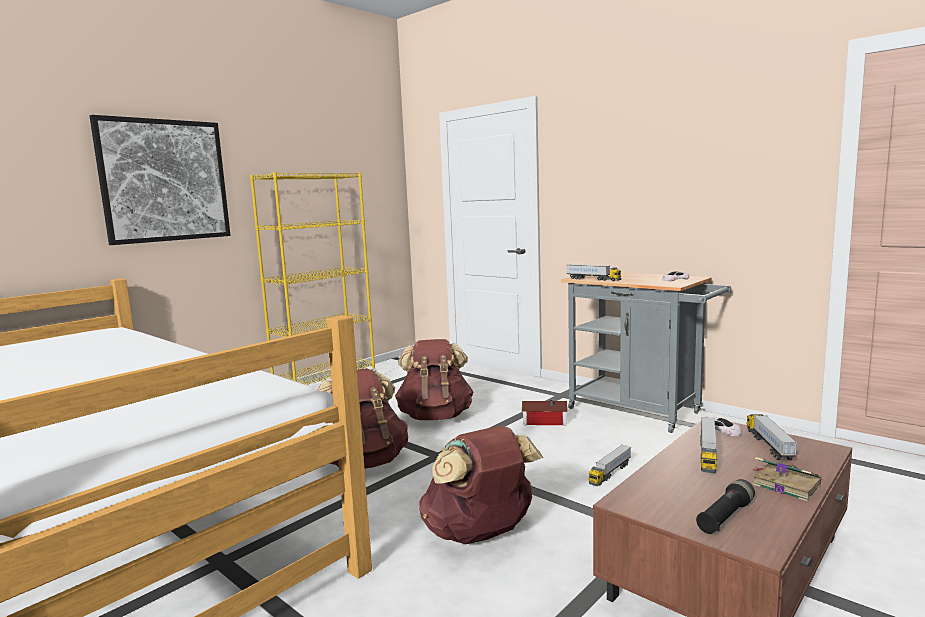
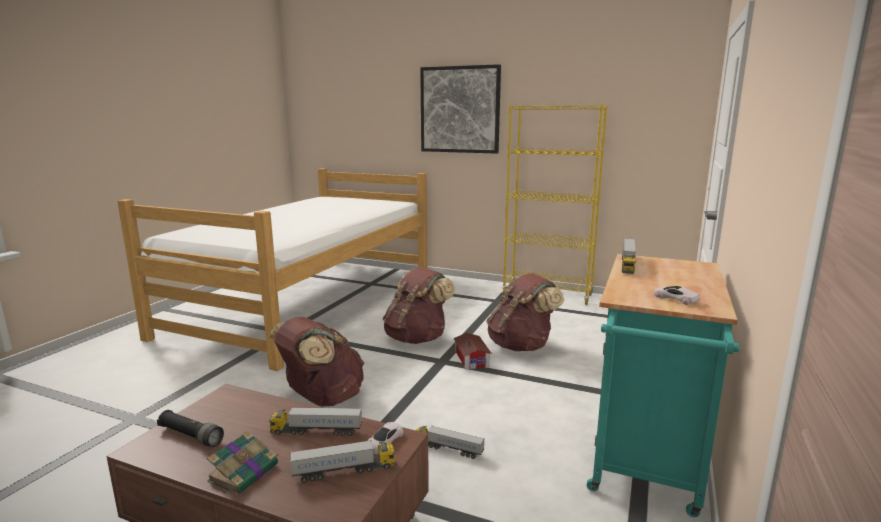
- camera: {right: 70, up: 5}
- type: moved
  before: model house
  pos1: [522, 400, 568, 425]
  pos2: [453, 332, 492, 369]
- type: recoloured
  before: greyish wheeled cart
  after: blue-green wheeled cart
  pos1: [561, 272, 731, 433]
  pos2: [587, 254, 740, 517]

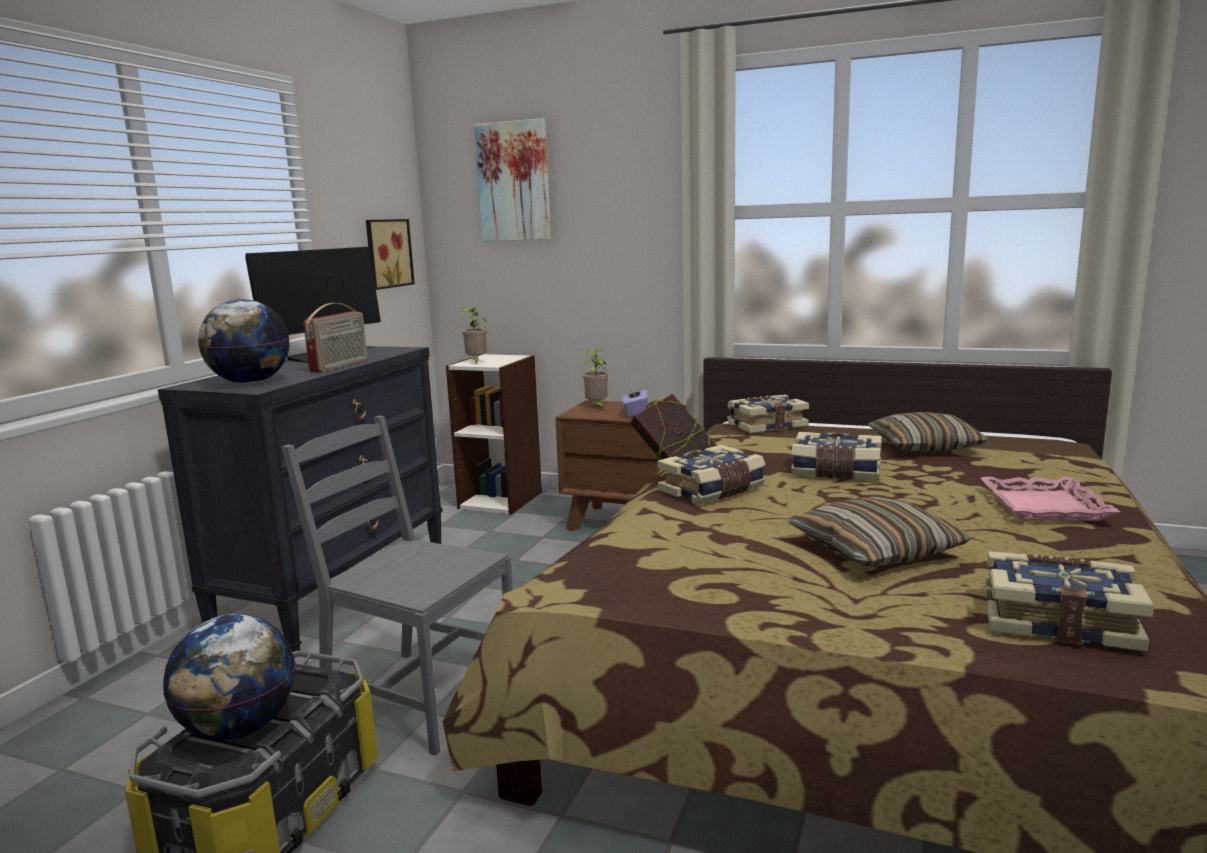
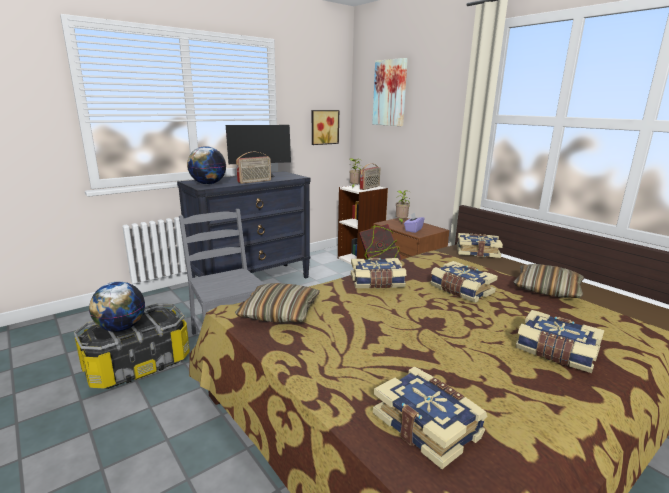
- camera: {right: 30, up: 5}
- type: moved
  before: throw pillow
  pos1: [788, 496, 971, 567]
  pos2: [235, 283, 320, 322]
- type: added
  after: radio receiver
  pos2: [360, 163, 380, 190]
- type: replaced
  before: pink carrying tray
  after: bound book
  pos1: [980, 477, 1120, 521]
  pos2: [516, 310, 604, 373]

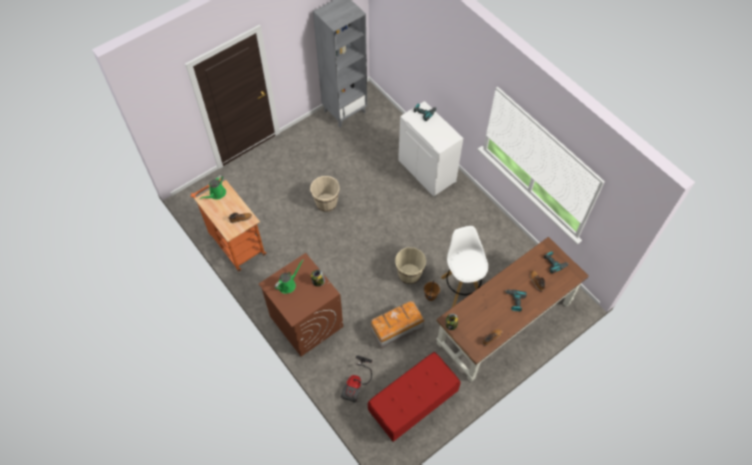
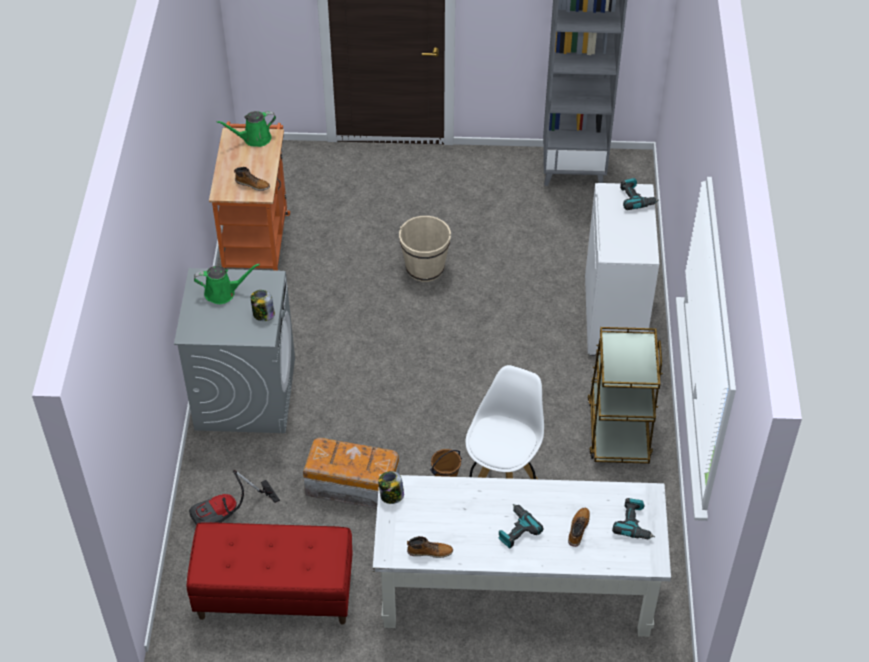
- camera: {right: 40, up: -10}
- type: recoloured
  before: brownish laundry machine
  after: greyish laundry machine
  pos1: [259, 253, 343, 356]
  pos2: [174, 268, 295, 433]
- type: recoloured
  before: brownish desk table
  after: whitish desk table
  pos1: [436, 237, 589, 382]
  pos2: [373, 474, 671, 637]
- type: added
  after: brownish wheeled cart
  pos2: [588, 327, 663, 464]
- type: removed
  before: sand-coloured pail
  pos1: [395, 247, 426, 284]

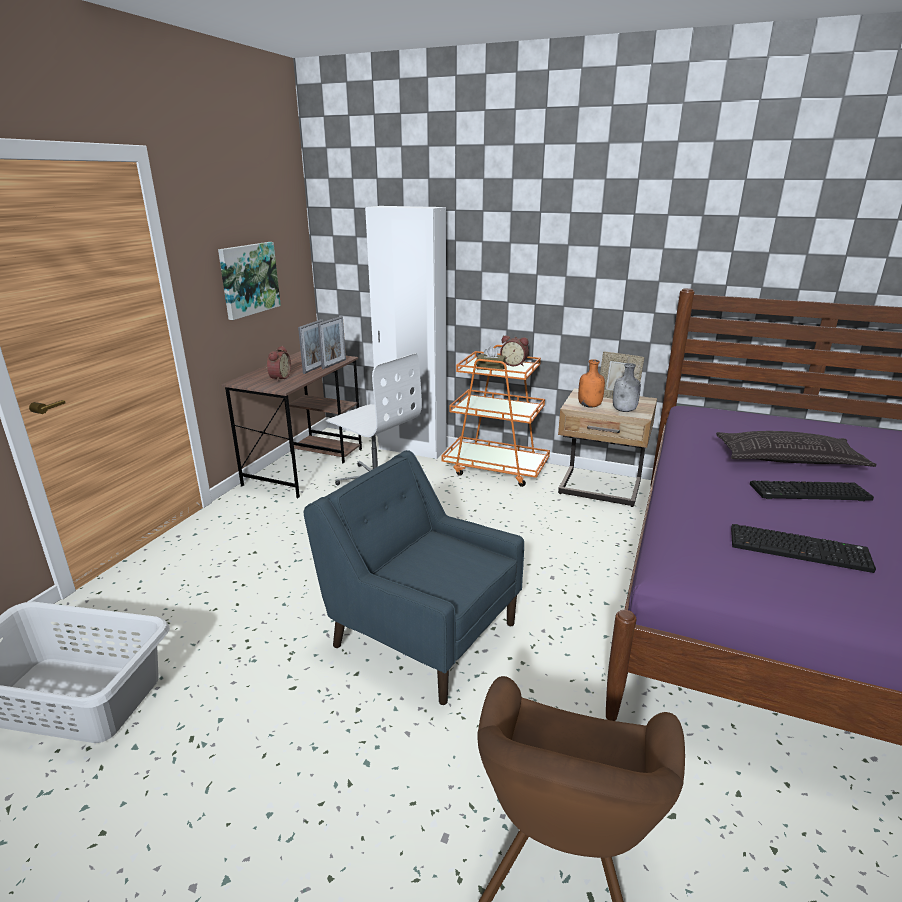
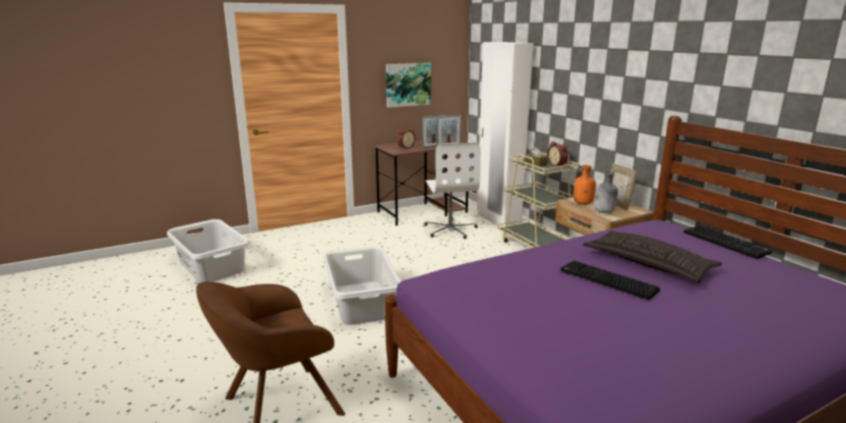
- camera: {right: 40, up: -5}
- type: replaced
  before: bluish armchair
  after: greyish washing basket
  pos1: [303, 450, 524, 705]
  pos2: [324, 246, 401, 325]
- type: recoloured
  before: orange wheeled cart
  after: sand-coloured wheeled cart
  pos1: [441, 345, 550, 487]
  pos2: [498, 152, 579, 248]
- type: moved
  before: keyboard
  pos1: [731, 524, 876, 573]
  pos2: [684, 225, 772, 259]

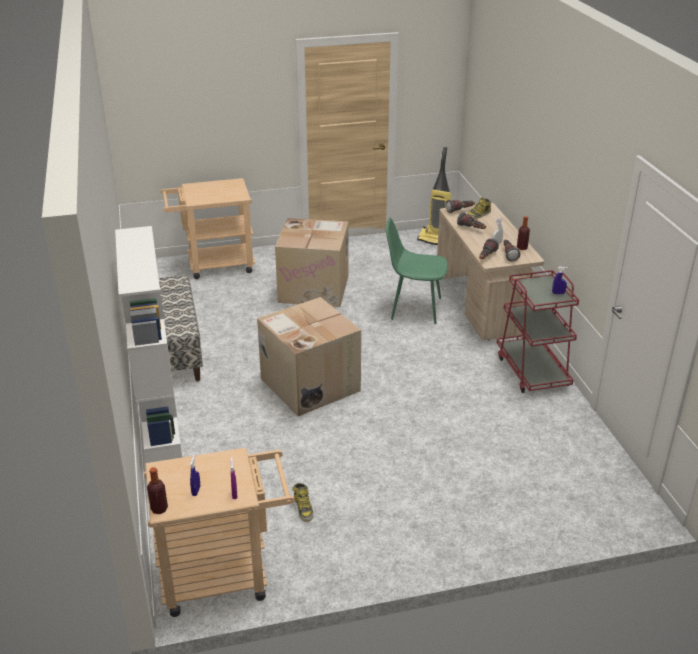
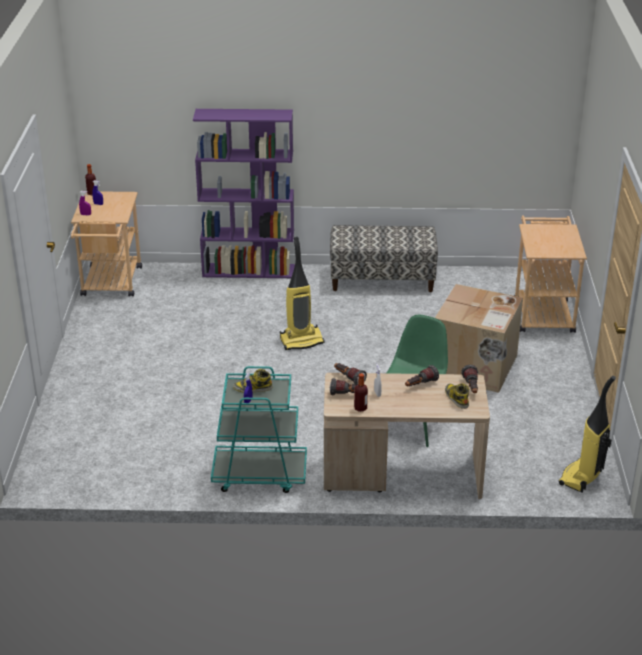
- camera: {right: 105, up: 0}
- type: recoloured
  before: whitish bookshelf
  after: purplish bookshelf
  pos1: [115, 226, 182, 463]
  pos2: [193, 109, 295, 278]
- type: recoloured
  before: red-coloured wheeled cart
  after: blue-green wheeled cart
  pos1: [497, 270, 579, 393]
  pos2: [211, 366, 307, 493]
- type: moved
  before: boot
  pos1: [293, 483, 313, 522]
  pos2: [233, 369, 273, 392]
- type: replaced
  before: packing box
  after: vacuum cleaner
  pos1: [257, 297, 361, 416]
  pos2: [280, 237, 325, 350]

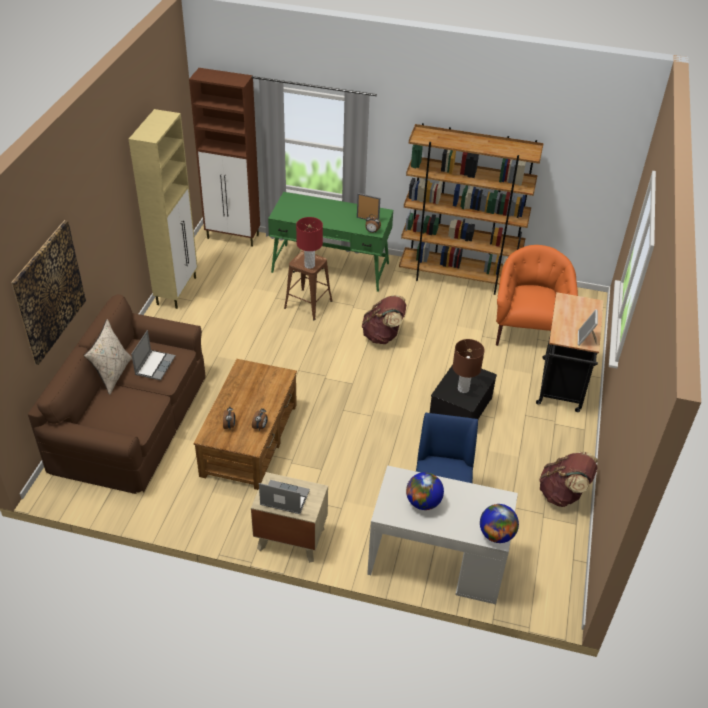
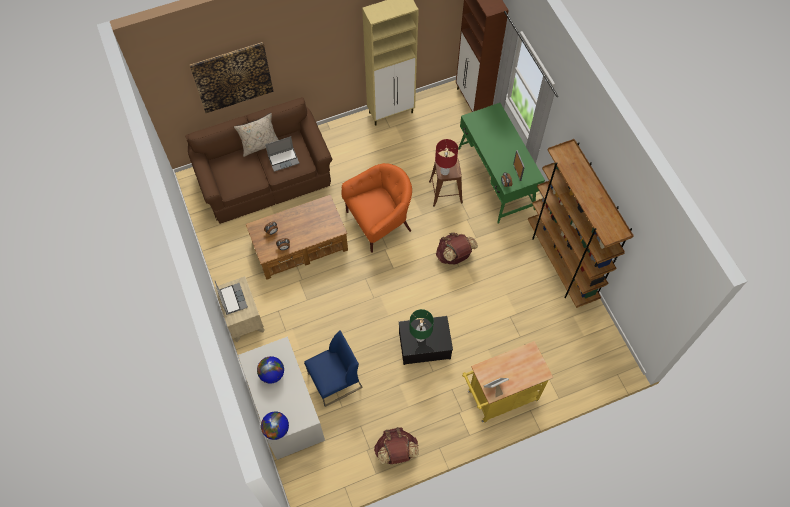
- camera: {right: 55, up: 20}
- type: moved
  before: orange armchair
  pos1: [496, 245, 578, 346]
  pos2: [342, 163, 412, 253]
- type: recoloured
  before: brownish tabletop lamp
  after: green-coloured tabletop lamp
  pos1: [452, 339, 485, 393]
  pos2: [409, 309, 434, 342]
- type: recoloured
  before: black-coloured wheeled cart
  after: yellow-coloured wheeled cart
  pos1: [536, 292, 603, 412]
  pos2: [462, 341, 553, 423]

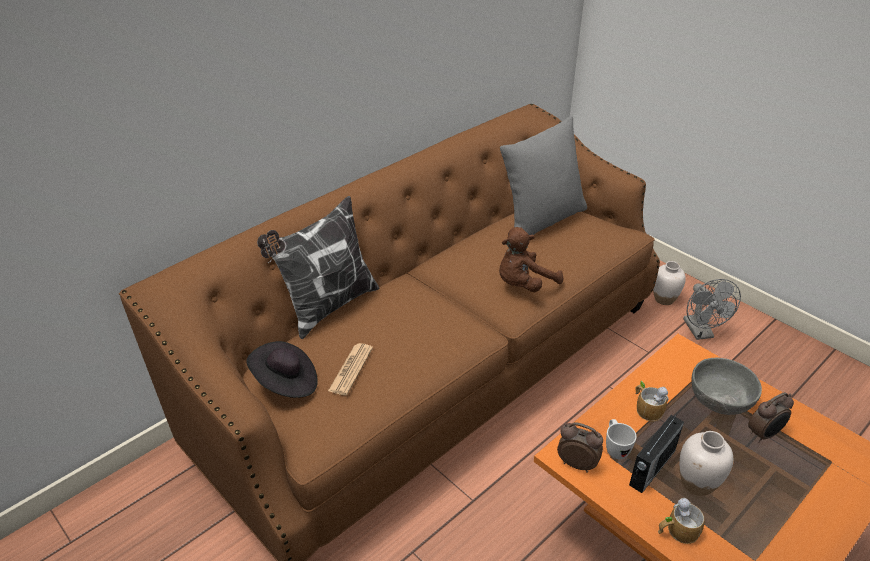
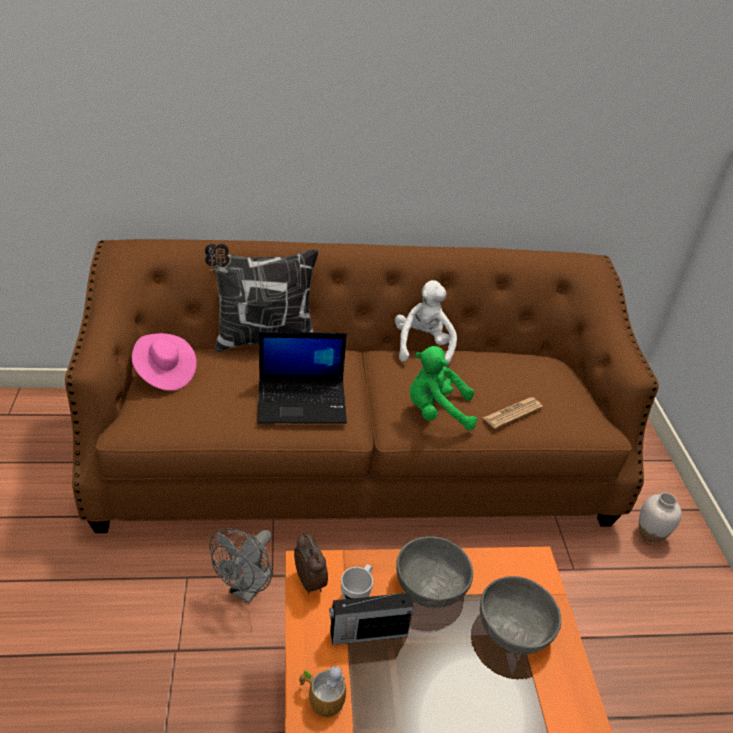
- camera: {right: 35, up: 0}
- type: recoloured
  before: black-coloured clothing hat
  after: pink clothing hat
  pos1: [246, 341, 318, 398]
  pos2: [132, 333, 197, 391]
- type: moved
  before: greyish fan
  pos1: [683, 279, 741, 340]
  pos2: [209, 528, 273, 604]
- type: added
  after: notebook computer
  pos2: [257, 332, 347, 424]
- type: added
  after: whitish cuddly toy
  pos2: [395, 280, 457, 367]
- type: replaced
  before: coffee mug
  after: greyish serving bowl
  pos1: [635, 381, 669, 421]
  pos2: [396, 536, 473, 608]
- type: recoloured
  before: brownish cuddly toy
  after: green-coloured cuddly toy
  pos1: [499, 227, 563, 292]
  pos2: [410, 346, 477, 430]
- type: moved
  before: newspaper
  pos1: [328, 343, 373, 395]
  pos2: [483, 397, 543, 429]
- type: removed
  before: greyish throw pillow
  pos1: [500, 116, 587, 235]
- type: removed
  before: whitish flower vase
  pos1: [679, 431, 733, 496]
- type: removed
  before: table clock
  pos1: [748, 392, 794, 443]

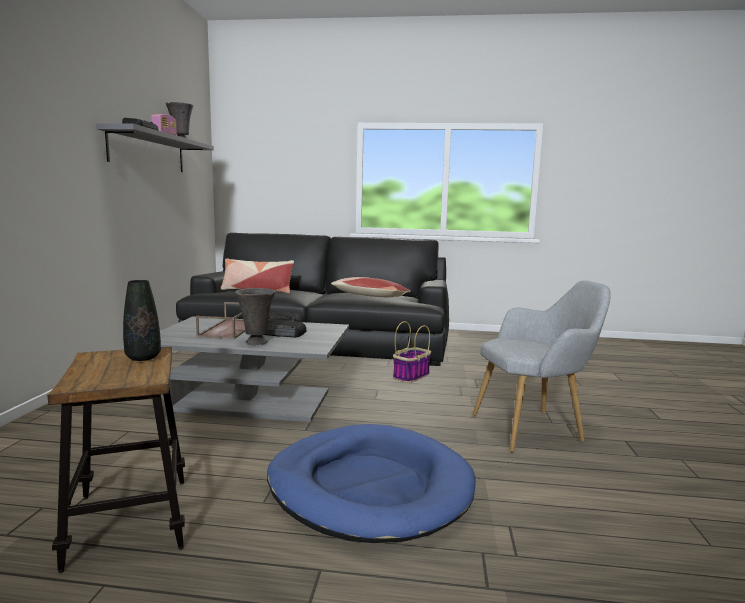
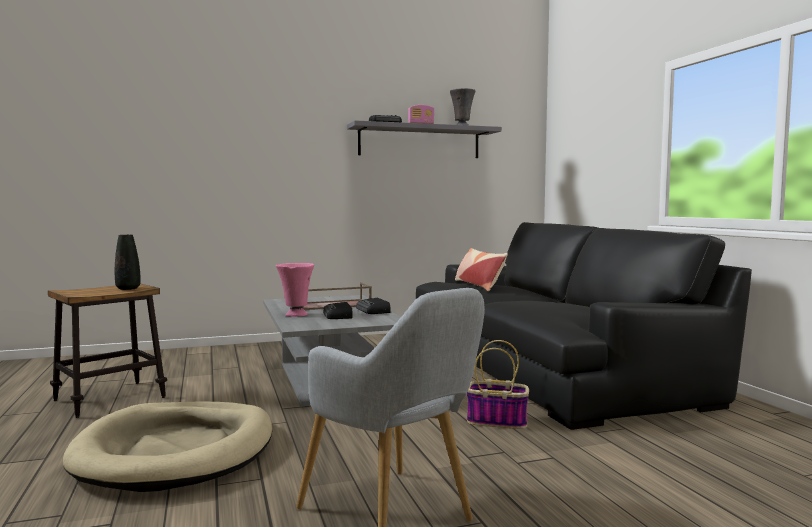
- camera: {right: 65, up: -5}
- type: recoloured
  before: bluish dog cushion
  after: sand-coloured dog cushion
  pos1: [267, 424, 476, 543]
  pos2: [63, 402, 272, 492]
- type: recoloured
  before: greyish flower vase
  after: pink flower vase
  pos1: [235, 288, 275, 345]
  pos2: [276, 263, 314, 317]
- type: removed
  before: throw pillow
  pos1: [331, 277, 411, 297]

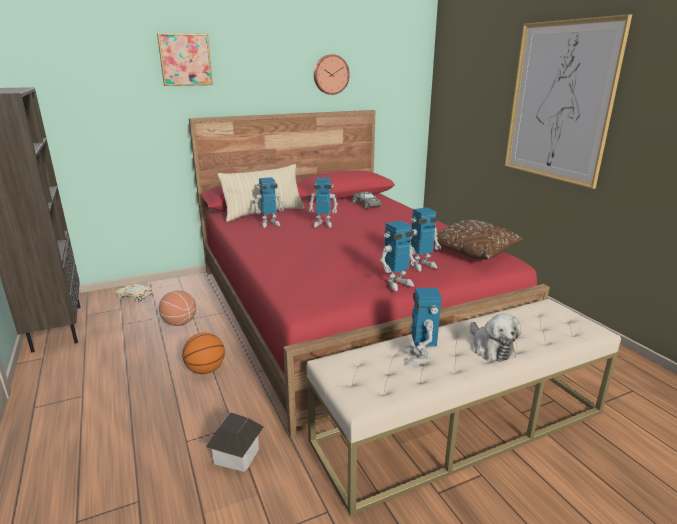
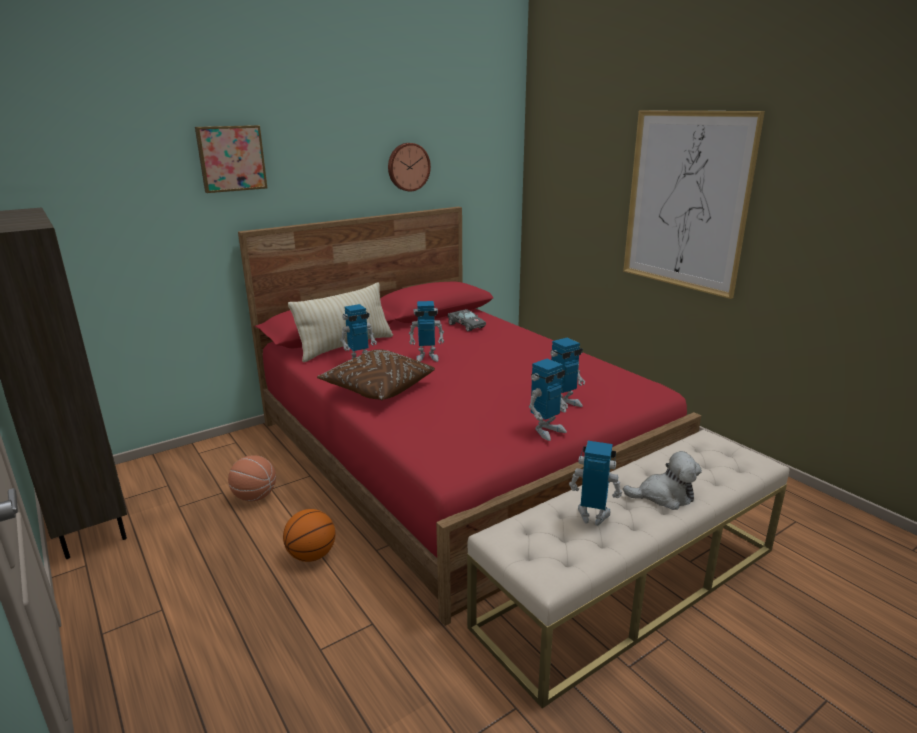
- camera: {right: -10, up: 0}
- type: moved
  before: brownish throw pillow
  pos1: [434, 220, 523, 260]
  pos2: [317, 349, 435, 400]
- type: turned
  before: robot figure
  pos1: [402, 288, 442, 366]
  pos2: [569, 441, 622, 525]
  turn: 120
- type: turned
  before: cuddly toy
  pos1: [470, 314, 521, 362]
  pos2: [623, 451, 702, 510]
  turn: -60
- type: removed
  before: sand-coloured miniature car
  pos1: [115, 284, 153, 303]
- type: removed
  before: model house
  pos1: [206, 412, 264, 472]

